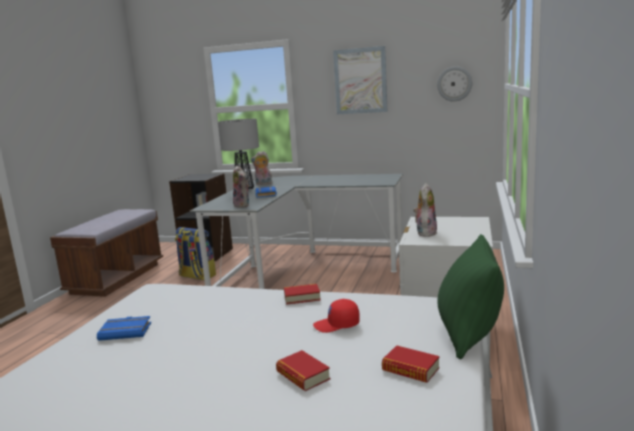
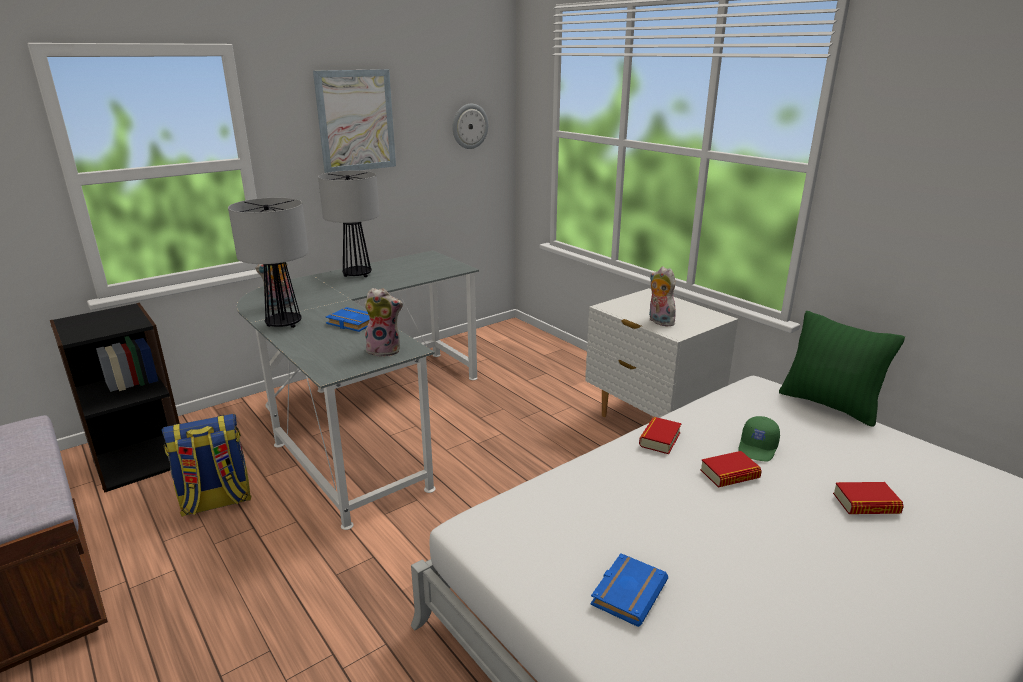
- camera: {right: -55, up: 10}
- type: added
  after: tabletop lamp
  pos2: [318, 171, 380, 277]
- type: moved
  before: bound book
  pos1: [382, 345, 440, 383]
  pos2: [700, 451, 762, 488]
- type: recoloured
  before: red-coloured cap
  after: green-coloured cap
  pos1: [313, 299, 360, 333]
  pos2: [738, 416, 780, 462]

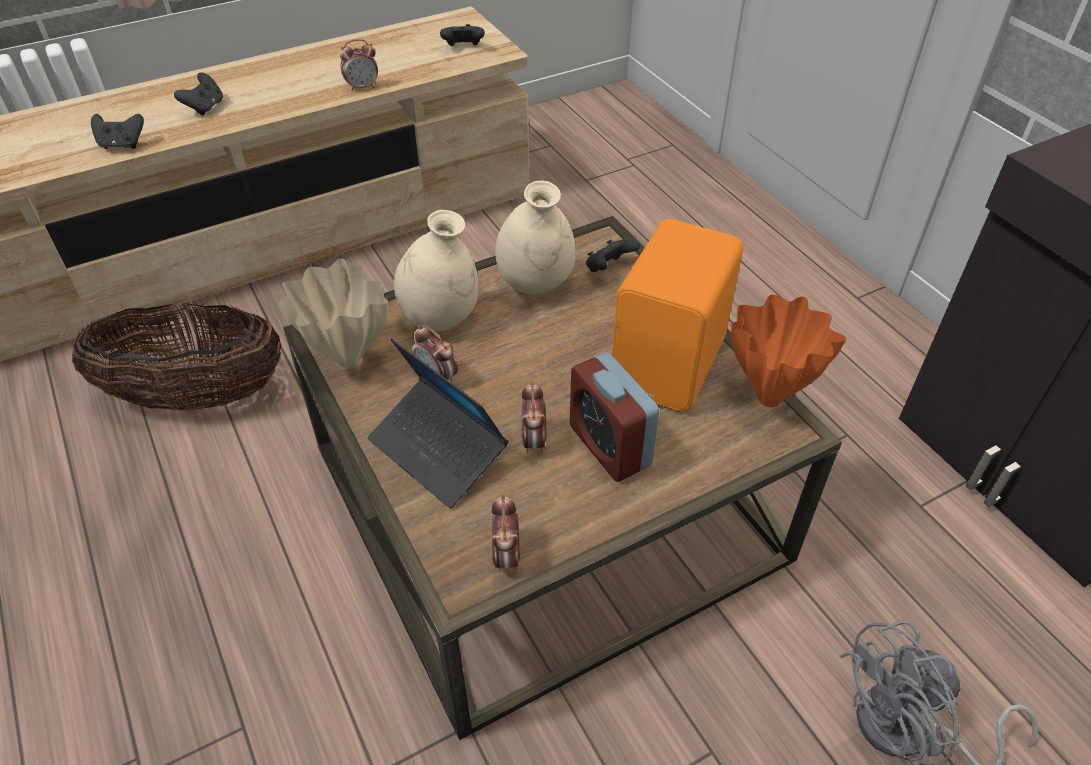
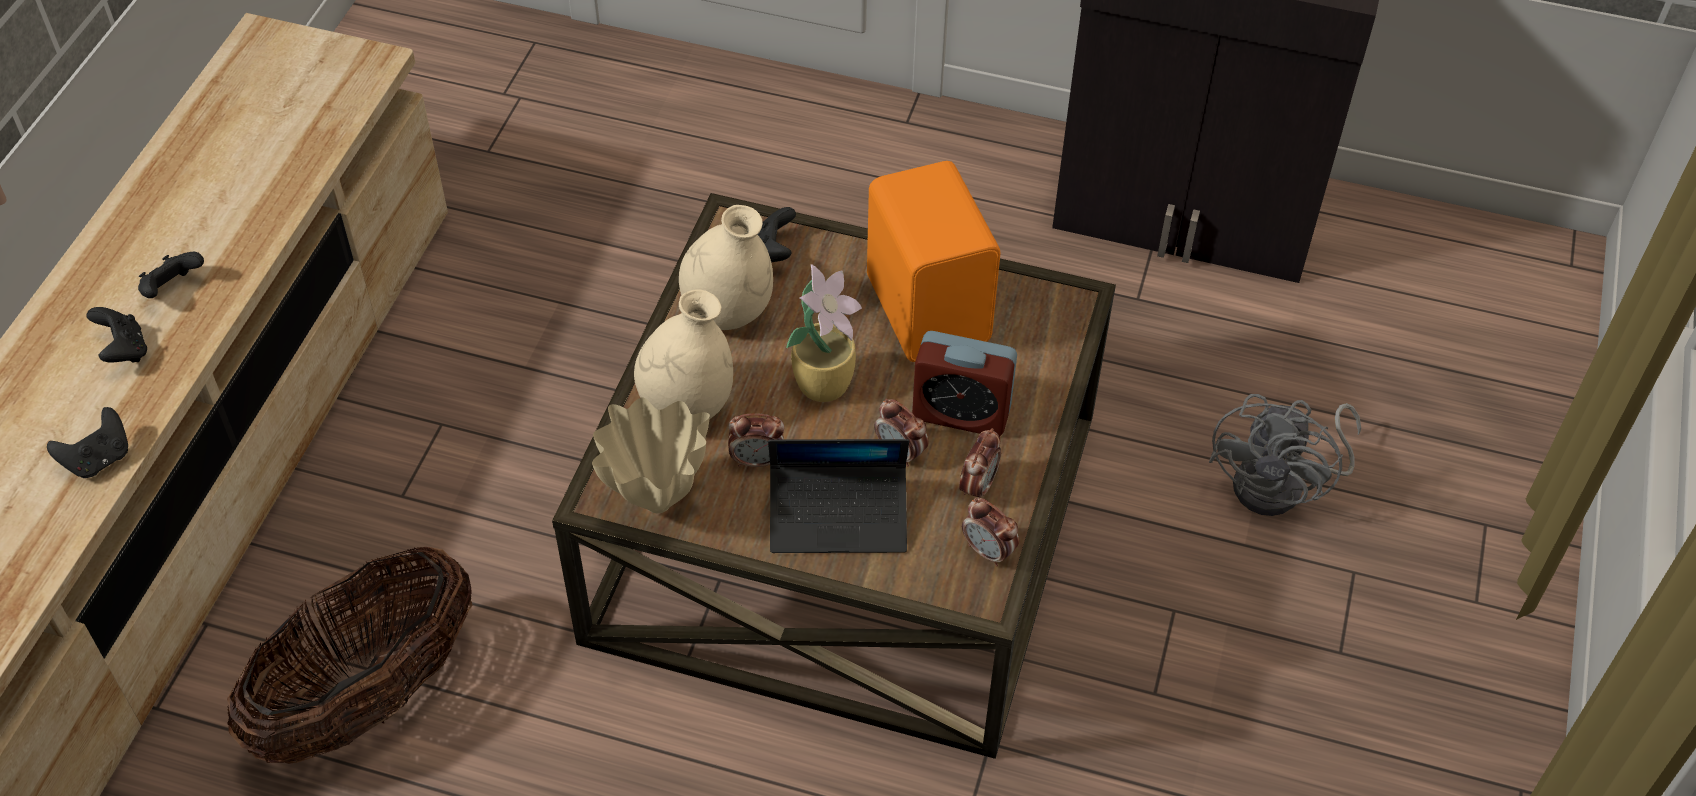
- camera: {right: -45, up: 5}
- type: moved
  before: black-coloured joypad
  pos1: [440, 24, 485, 46]
  pos2: [138, 252, 204, 298]
- type: added
  after: houseplant
  pos2: [786, 264, 862, 402]
- type: moved
  before: table clock
  pos1: [339, 39, 378, 91]
  pos2: [959, 428, 1001, 498]
- type: removed
  before: orange flower vase
  pos1: [731, 295, 846, 407]

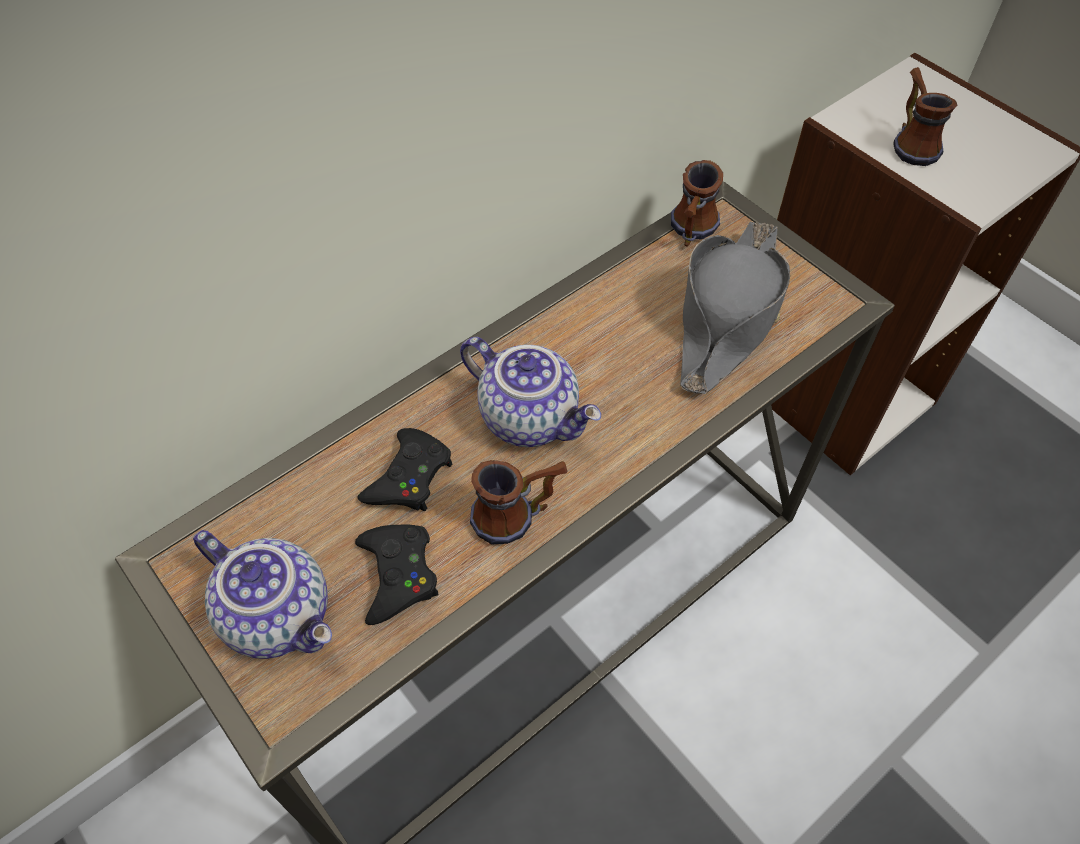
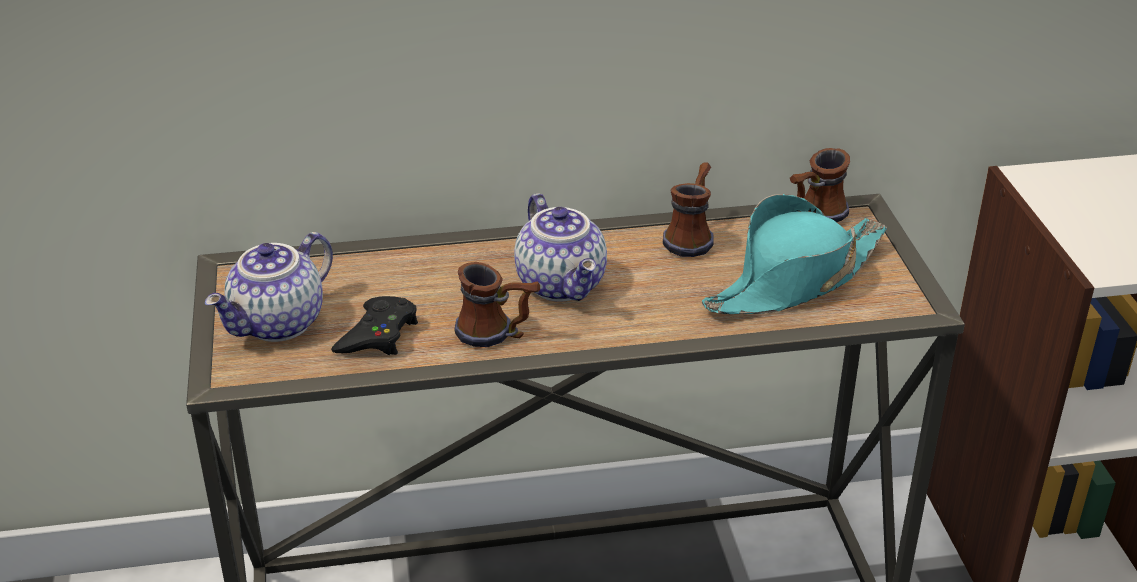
- camera: {right: 30, up: -20}
- type: turned
  before: teapot
  pos1: [193, 530, 332, 659]
  pos2: [205, 232, 333, 342]
  turn: 60
- type: moved
  before: coffee mug
  pos1: [893, 67, 957, 166]
  pos2: [663, 162, 714, 257]
- type: recoloured
  before: greyish clothing hat
  after: blue-green clothing hat
  pos1: [680, 221, 790, 394]
  pos2: [702, 194, 887, 314]
- type: removed
  before: black-coloured joypad
  pos1: [358, 428, 452, 511]

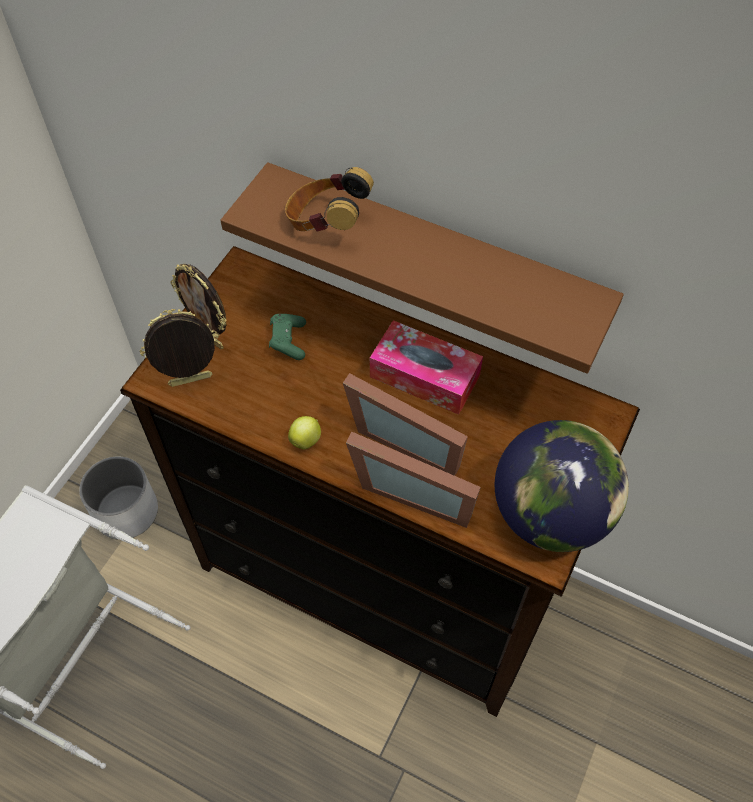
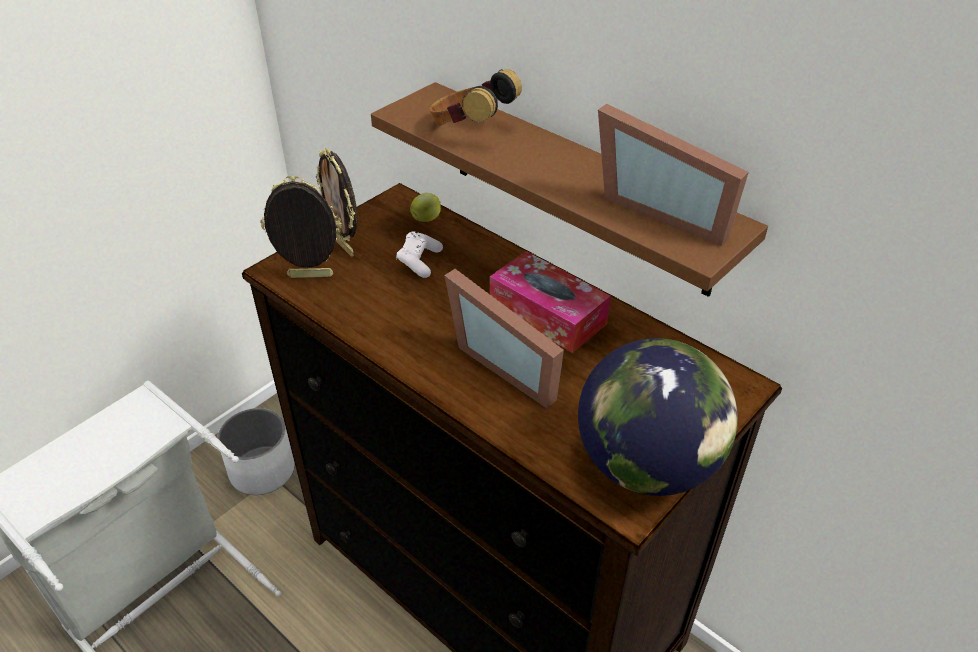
- camera: {right: 15, up: -15}
- type: recoloured
  before: green-coloured joypad
  after: whitish joypad
  pos1: [269, 314, 306, 360]
  pos2: [396, 232, 443, 278]
- type: moved
  before: whole apple
  pos1: [288, 416, 321, 449]
  pos2: [410, 193, 441, 222]
- type: moved
  before: photo frame
  pos1: [346, 432, 481, 528]
  pos2: [598, 104, 749, 246]

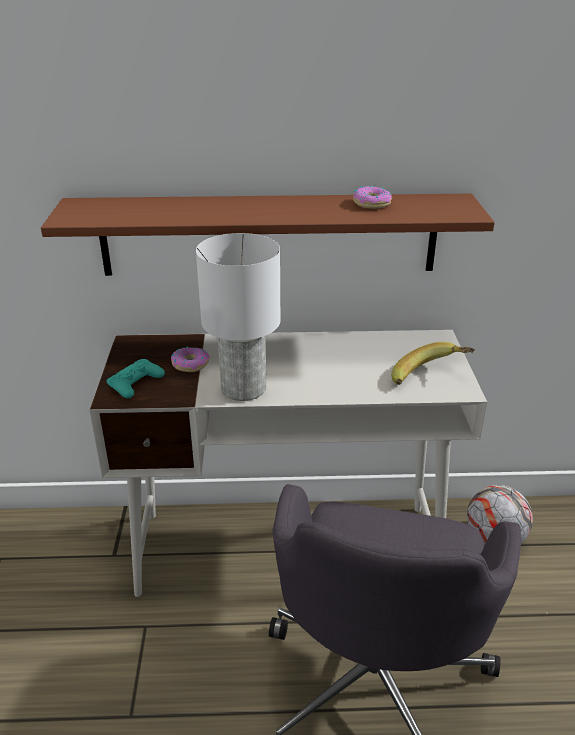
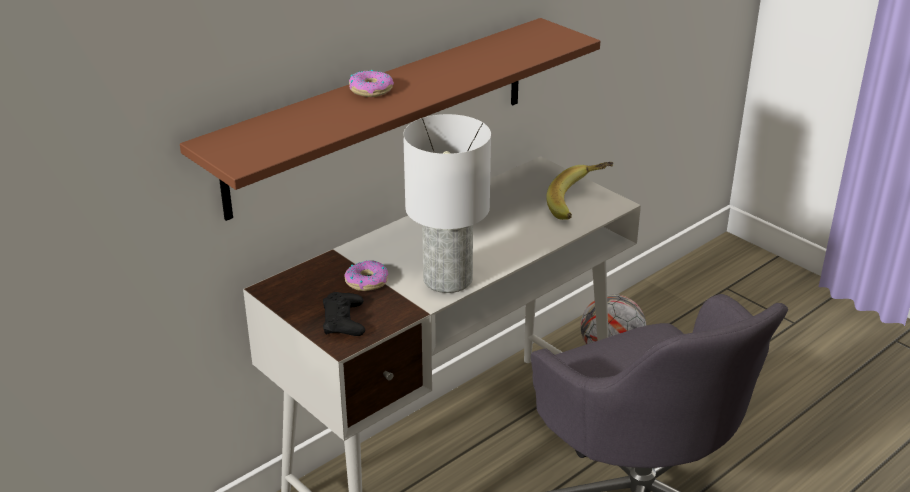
- camera: {right: -40, up: 0}
- type: recoloured
  before: blue-green joypad
  after: black-coloured joypad
  pos1: [107, 359, 165, 398]
  pos2: [323, 292, 365, 336]
- type: moved
  before: doughnut
  pos1: [353, 186, 392, 209]
  pos2: [349, 70, 394, 97]

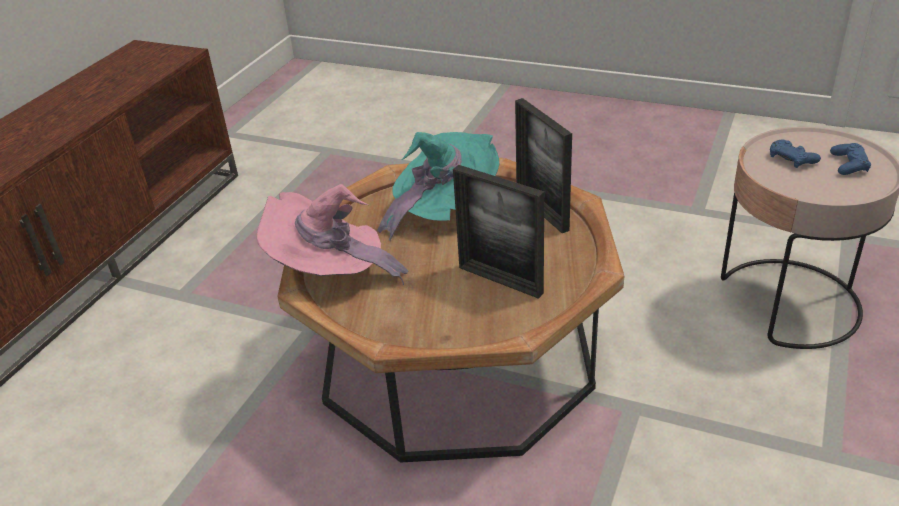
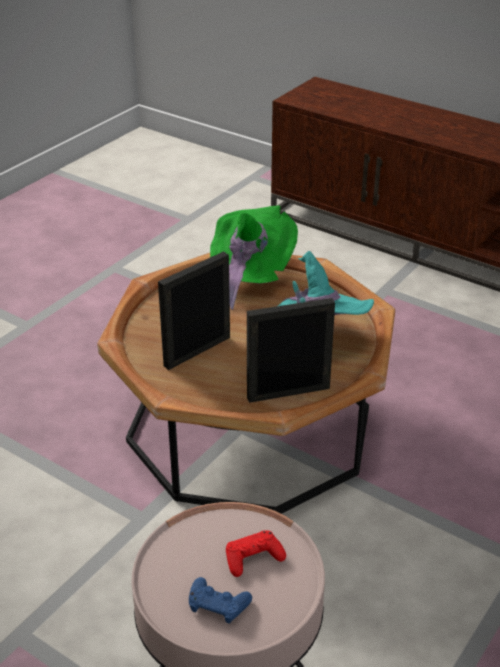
- camera: {right: 100, up: 0}
- type: recoloured
  before: pink clothing hat
  after: green-coloured clothing hat
  pos1: [256, 184, 408, 286]
  pos2: [210, 206, 298, 310]
- type: recoloured
  before: bluish joypad
  after: red-coloured joypad
  pos1: [770, 139, 821, 168]
  pos2: [226, 530, 286, 577]

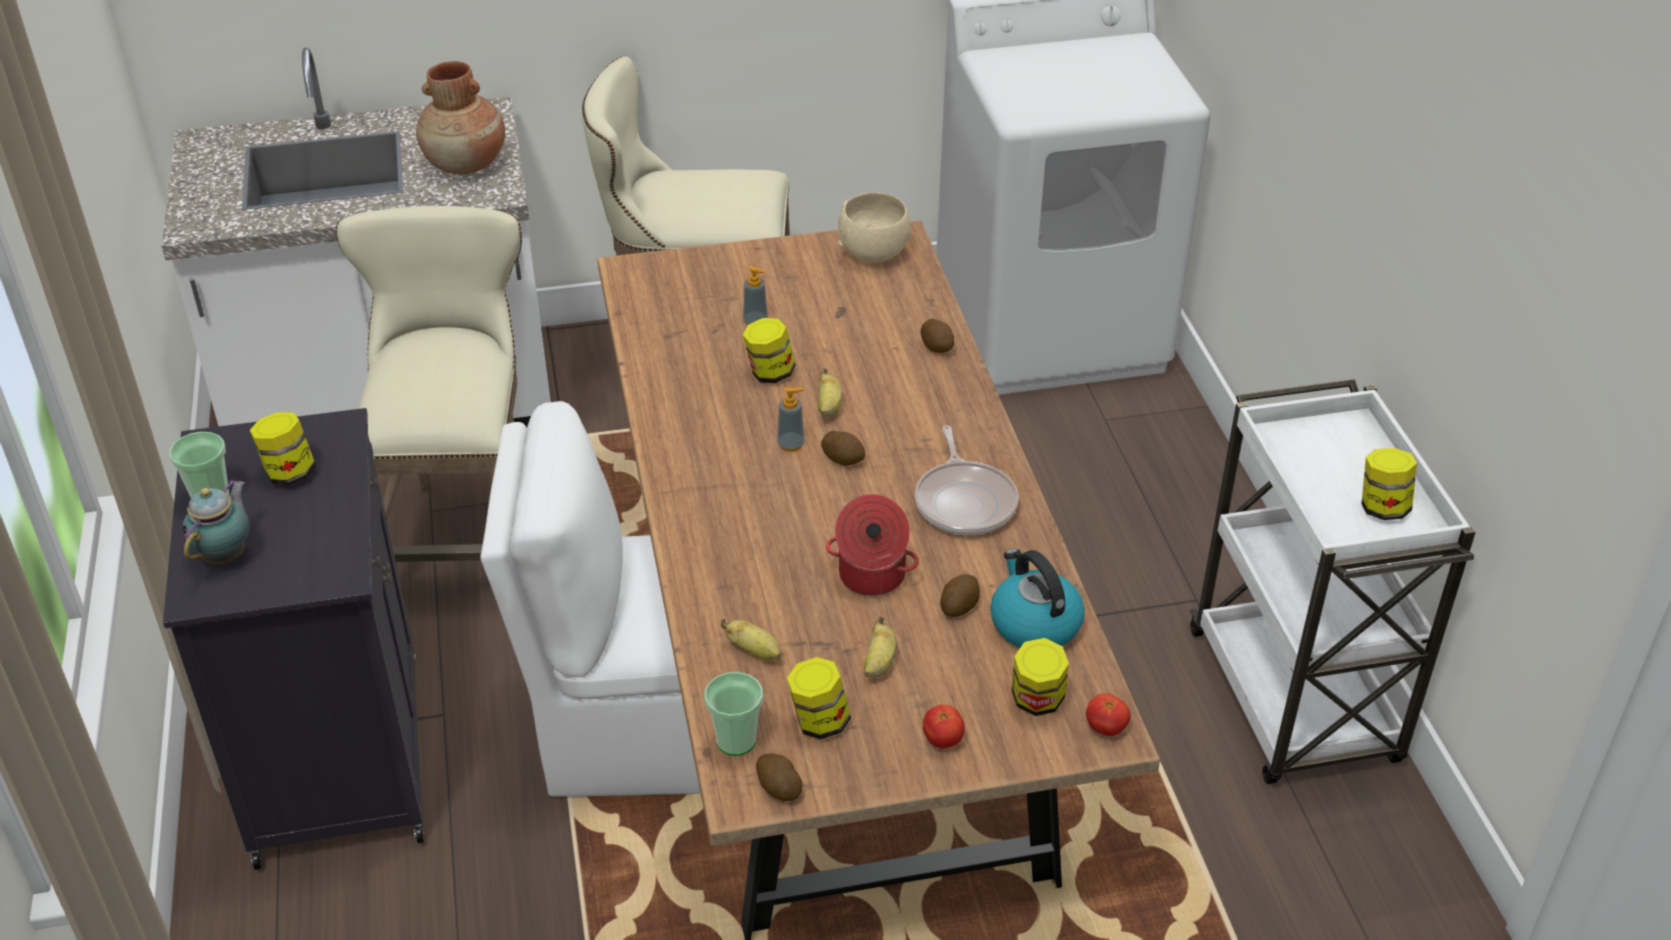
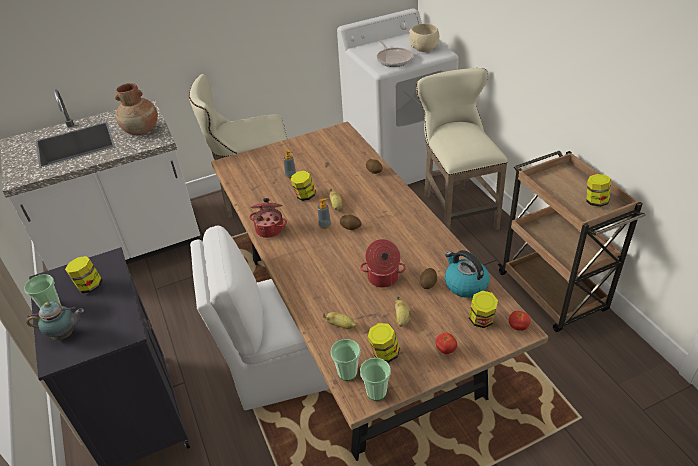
- camera: {right: -10, up: 0}
- type: turned
  before: teapot
  pos1: [182, 480, 250, 564]
  pos2: [26, 301, 84, 340]
  turn: 75
- type: added
  after: saucepot
  pos2: [250, 198, 287, 238]
- type: replaced
  before: potato
  after: drinking cup
  pos1: [756, 753, 802, 801]
  pos2: [360, 358, 391, 401]
- type: moved
  before: skillet
  pos1: [915, 425, 1019, 535]
  pos2: [376, 40, 413, 67]
- type: moved
  before: sand-coloured serving bowl
  pos1: [838, 192, 911, 263]
  pos2: [409, 24, 439, 52]
- type: moved
  before: sand-coloured stool seat
  pos1: [336, 206, 522, 562]
  pos2: [416, 68, 508, 230]
- type: recoloured
  before: whitish wheeled cart
  after: brownish wheeled cart
  pos1: [1190, 379, 1476, 784]
  pos2: [498, 151, 646, 332]

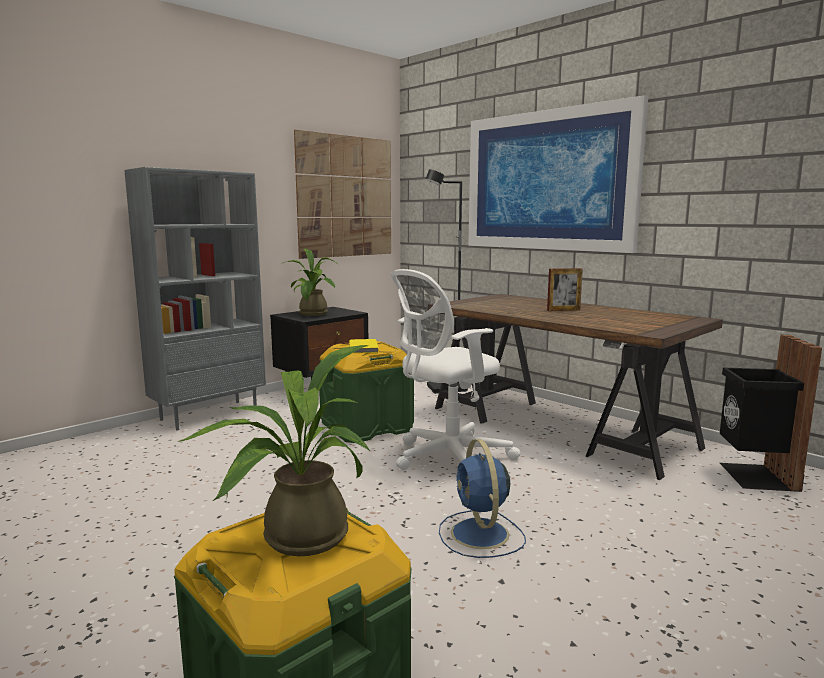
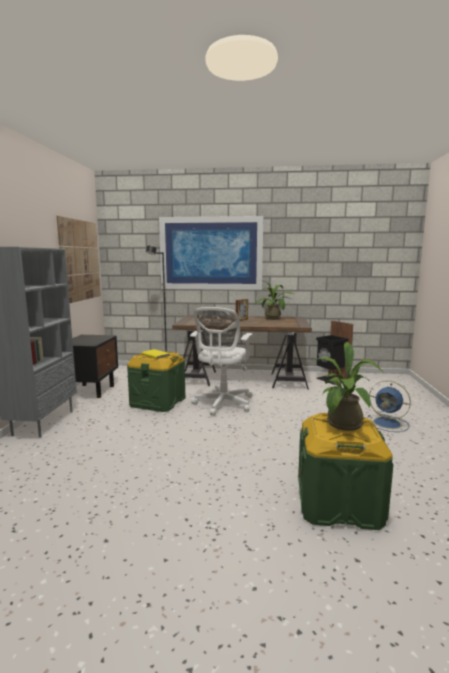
- camera: {right: -40, up: 0}
- type: moved
  before: houseplant
  pos1: [283, 248, 339, 316]
  pos2: [253, 280, 294, 320]
- type: moved
  before: bluish fan
  pos1: [439, 439, 526, 558]
  pos2: [367, 380, 411, 432]

